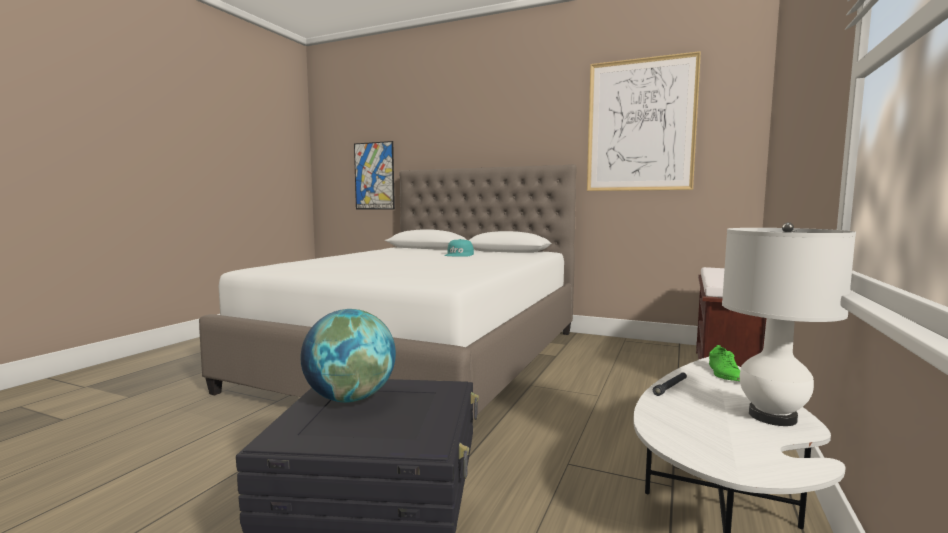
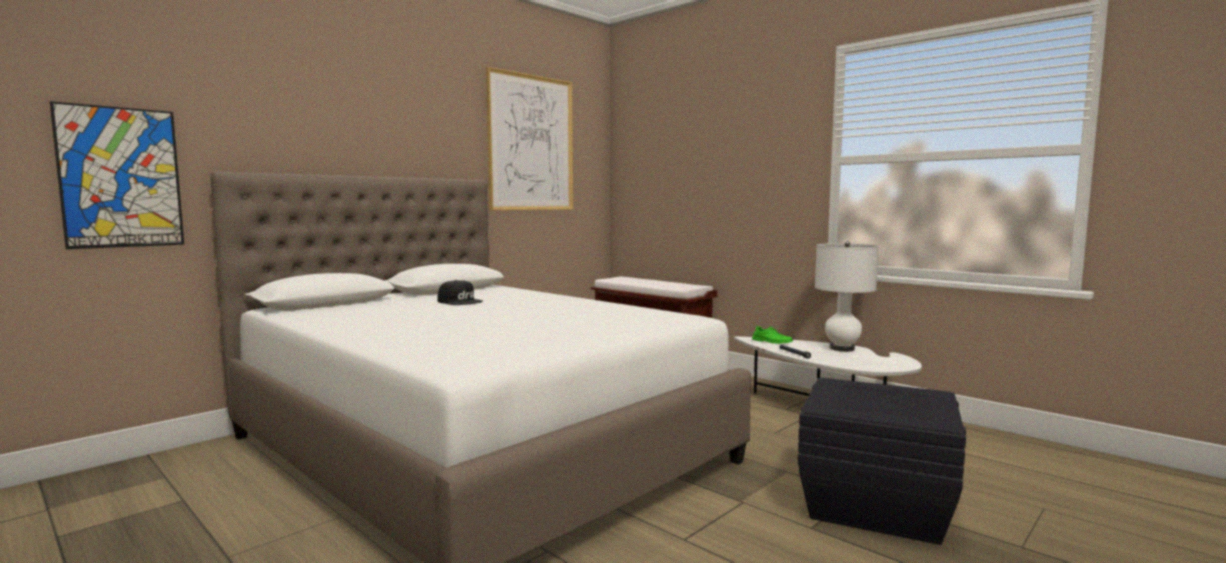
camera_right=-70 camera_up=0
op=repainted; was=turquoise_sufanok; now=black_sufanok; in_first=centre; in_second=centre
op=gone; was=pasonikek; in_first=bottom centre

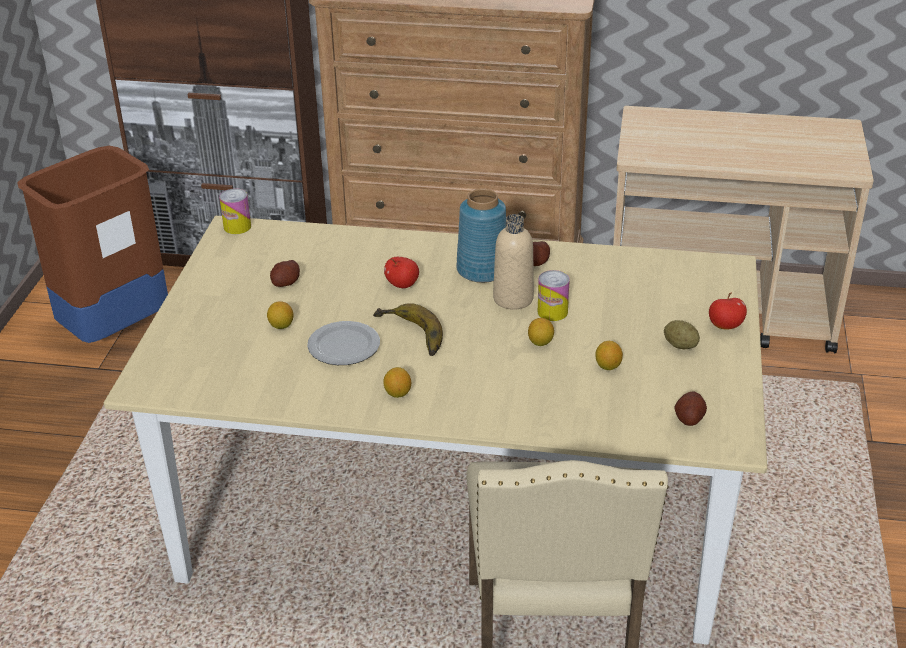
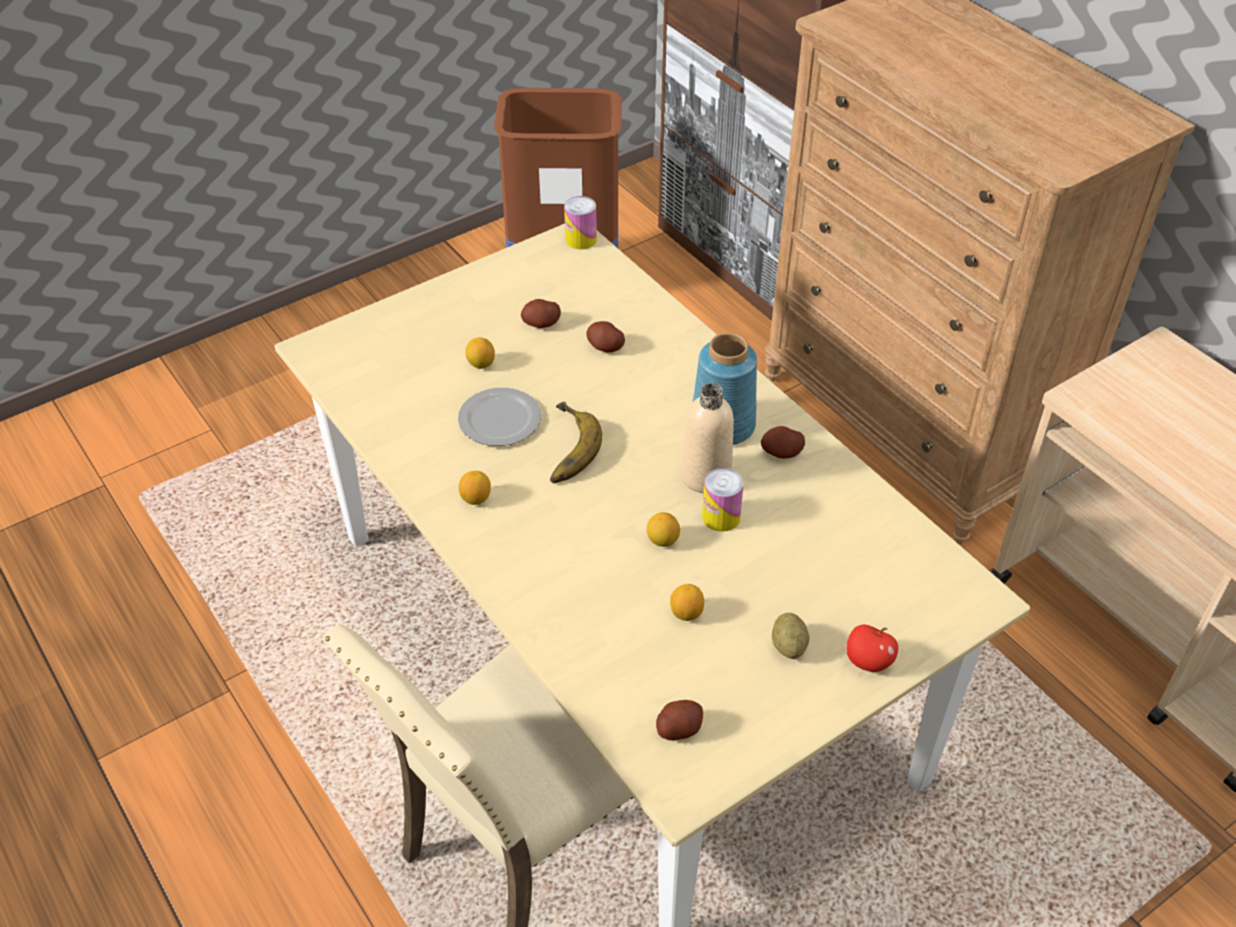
camera_right=45 camera_up=10
op=new; now=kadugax (no. 2 from left); in_second=centre
op=gone; was=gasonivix (no. 1 from left); in_first=centre

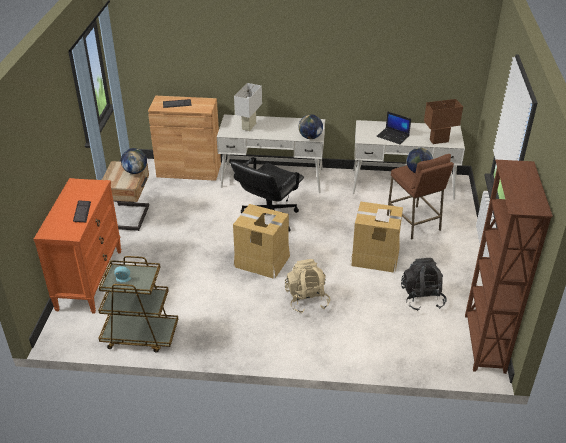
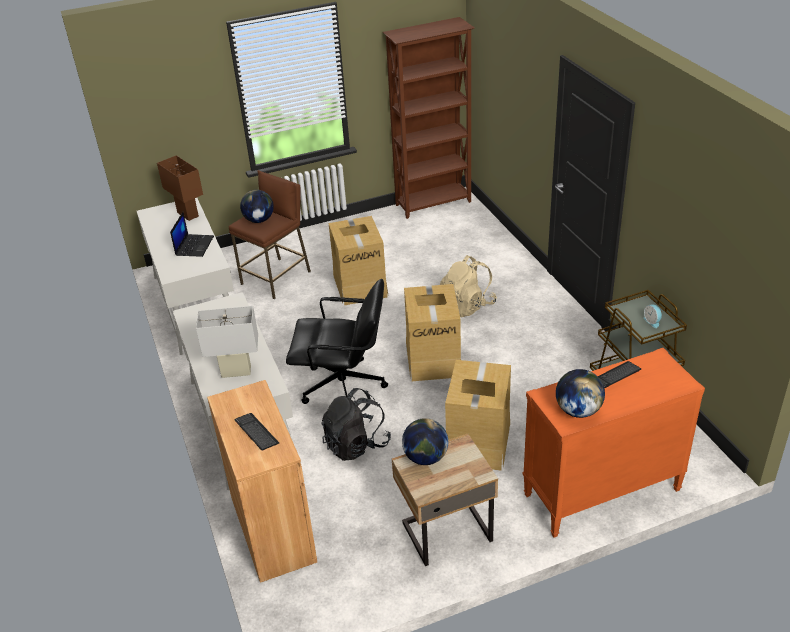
camera_right=-115 camera_up=0
op=shifted; was=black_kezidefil; in_first=middle right; in_second=bottom centre
op=new; now=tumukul (no. 3 from left); in_second=centre
op=shifted; was=pasonikek (no. 2 from left in the first image); now=pasonikek (no. 3 from left); in_first=top centre; in_second=middle right

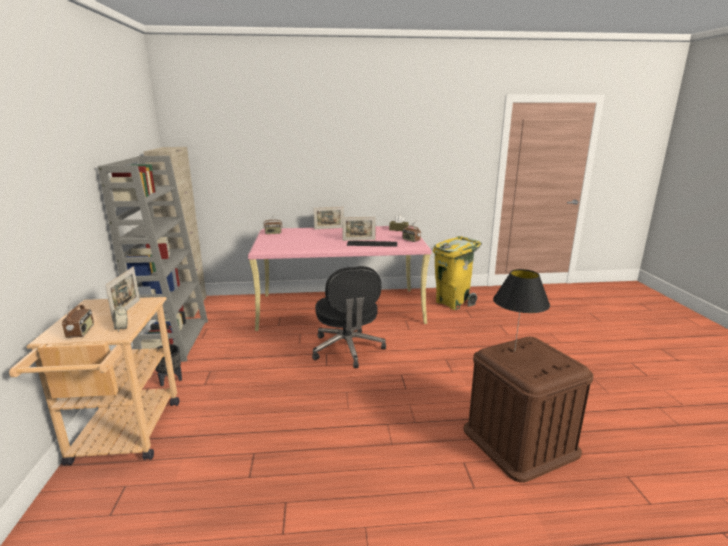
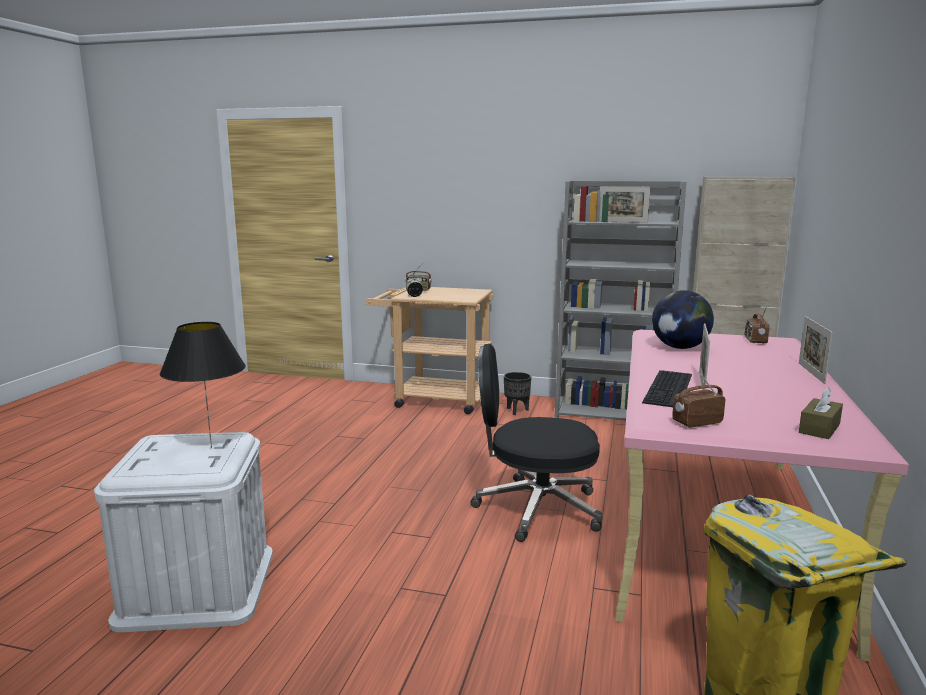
camera_right=110 camera_up=-5
op=repainted; was=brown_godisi; now=white_godisi; in_first=bottom right; in_second=bottom left
op=shifted; was=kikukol (no. 1 from left); in_first=middle left; in_second=top right
op=new; now=pasonikek; in_second=middle right

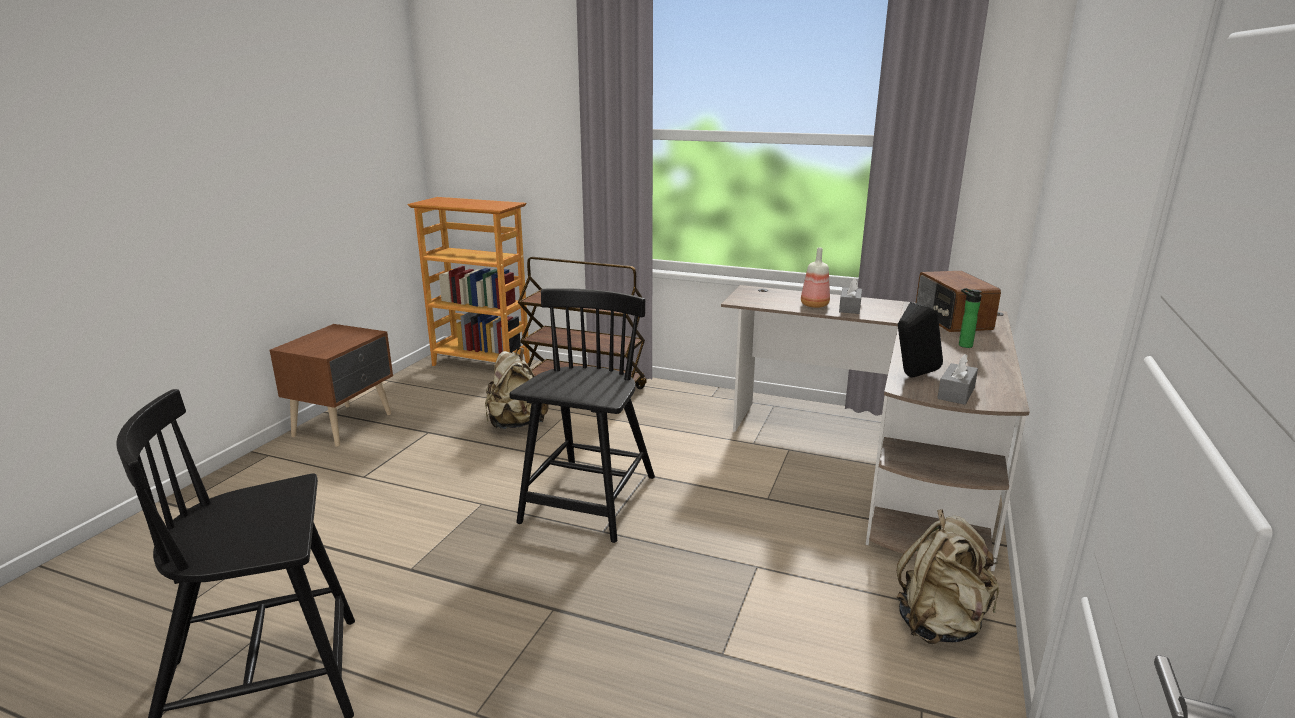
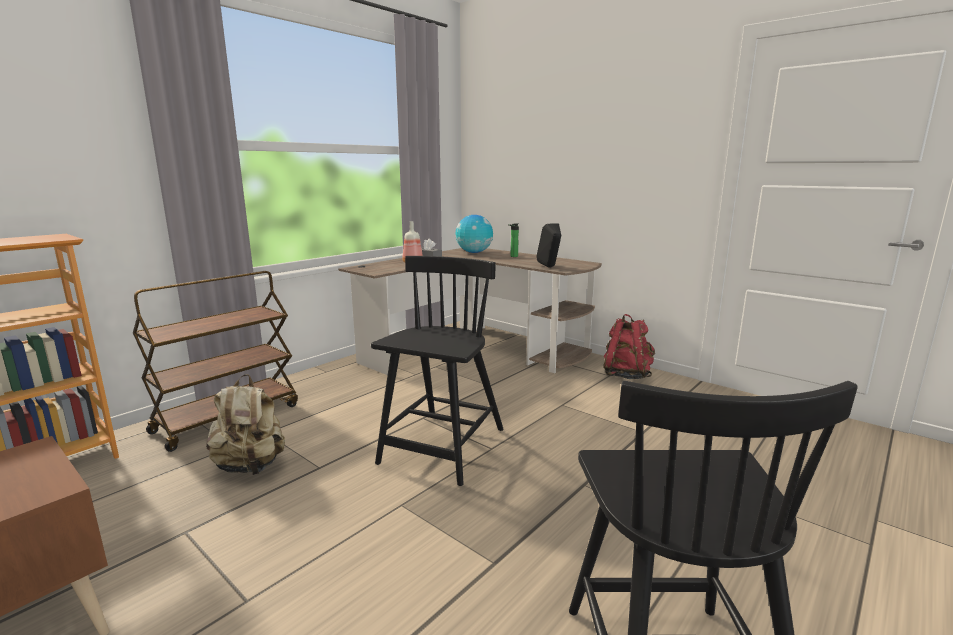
camera_right=-70 camera_up=-5
op=rotated; was=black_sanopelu (no. 2 from left in the first image); in_first=centre; in_second=centre; clockwise=75
op=swapped; was=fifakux; now=pasonikek; in_first=middle right; in_second=centre
op=repainted; was=beige_kezidefil (no. 2 from left); now=red_kezidefil; in_first=bottom right; in_second=centre
op=gone; was=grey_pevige (no. 2 from left); in_first=middle right

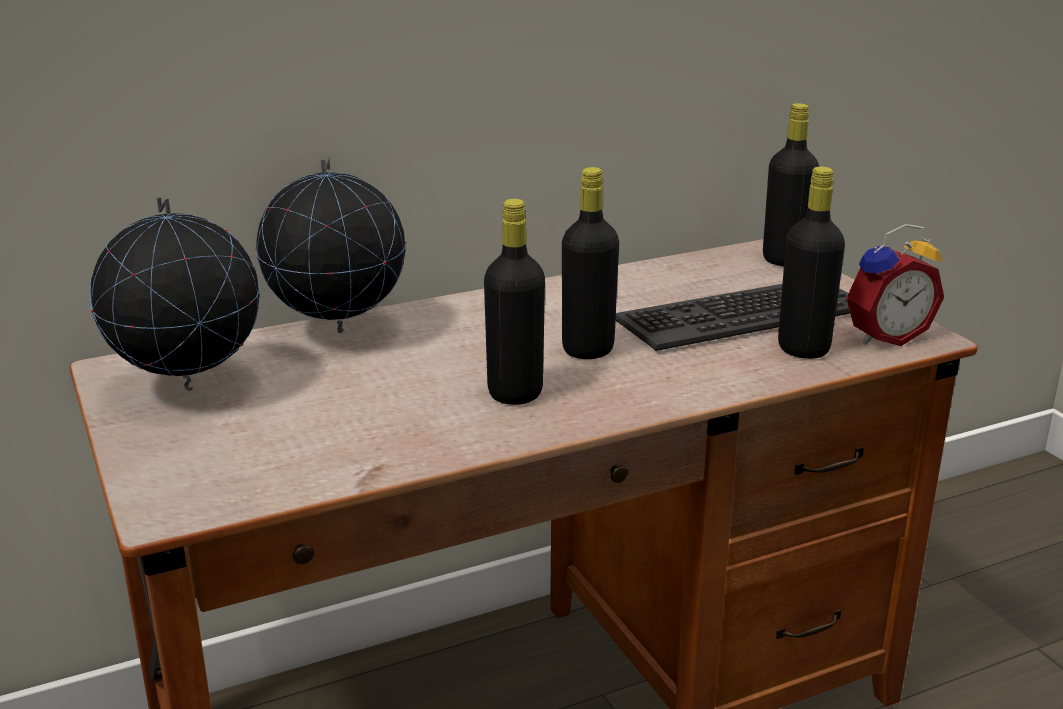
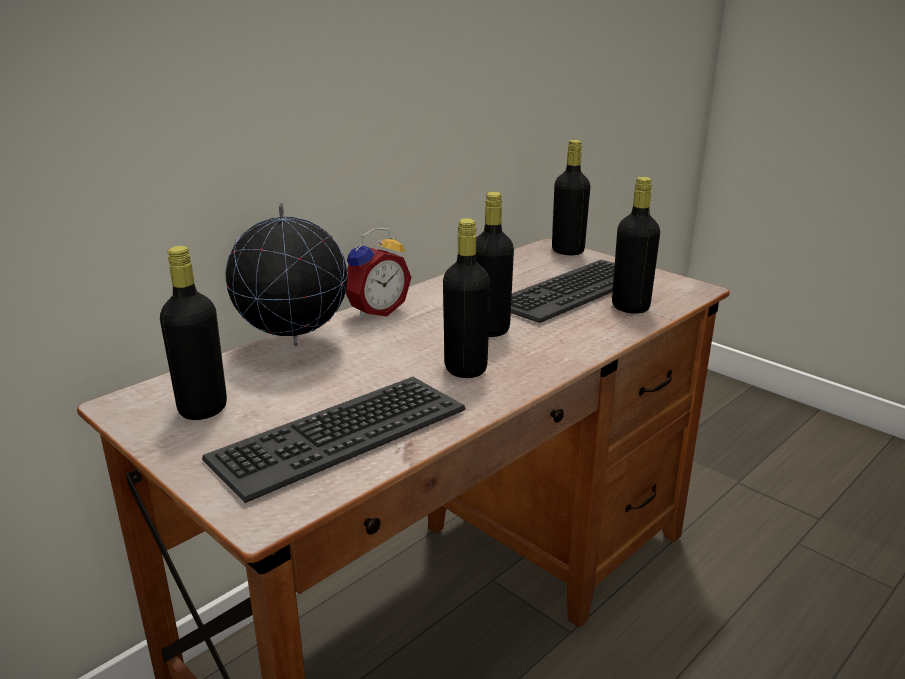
camera_right=-20 camera_up=0
op=swapped; was=pasonikek (no. 1 from left); now=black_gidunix (no. 1 from left); in_first=middle left; in_second=middle left
op=new; now=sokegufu (no. 1 from left); in_second=centre
op=shifted; was=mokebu; in_first=middle right; in_second=centre

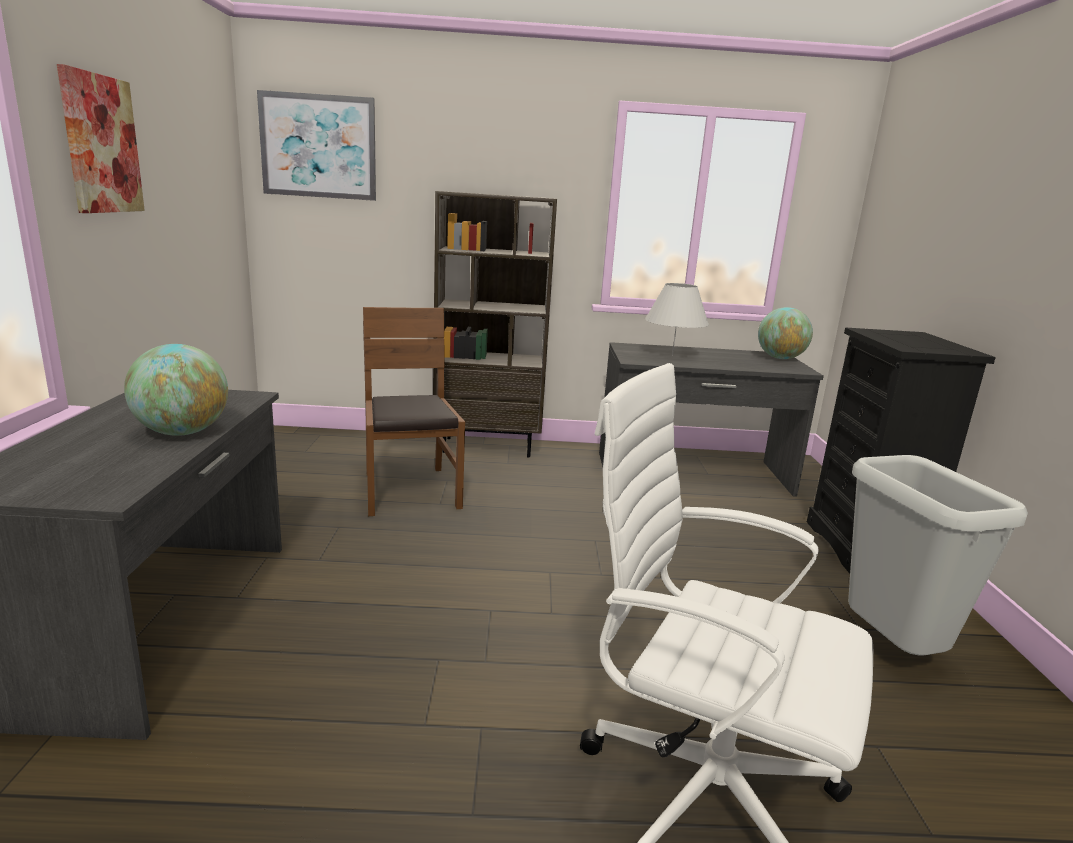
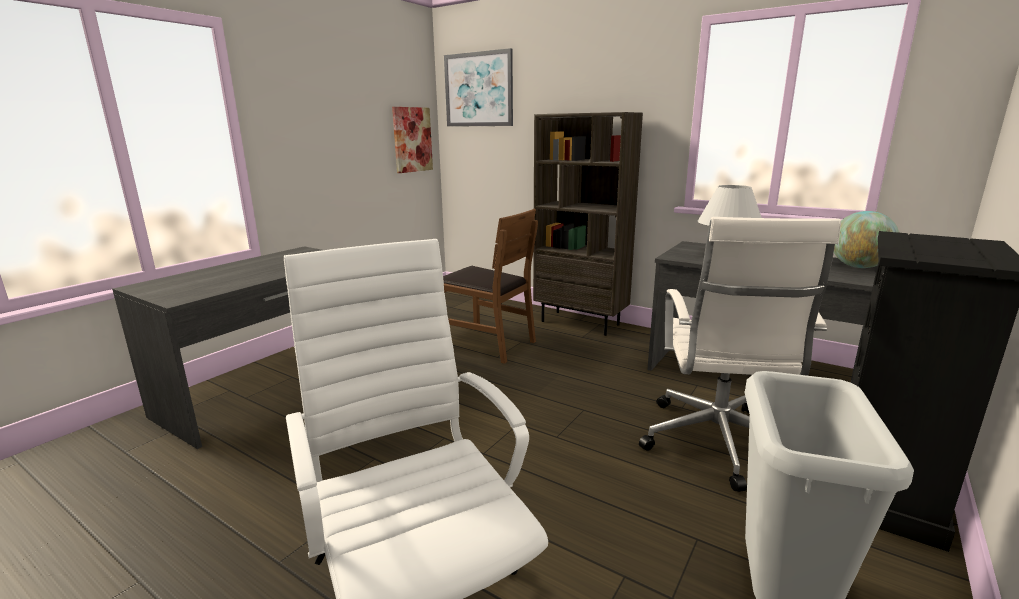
camera_right=35 camera_up=0
op=shifted; was=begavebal (no. 1 from left); in_first=top left; in_second=top centre
op=rotated; was=brown_sanopelu; in_first=centre; in_second=centre; clockwise=105
op=new; now=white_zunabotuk (no. 2 from left); in_second=middle right
op=gone; was=pasonikek (no. 1 from left); in_first=middle left

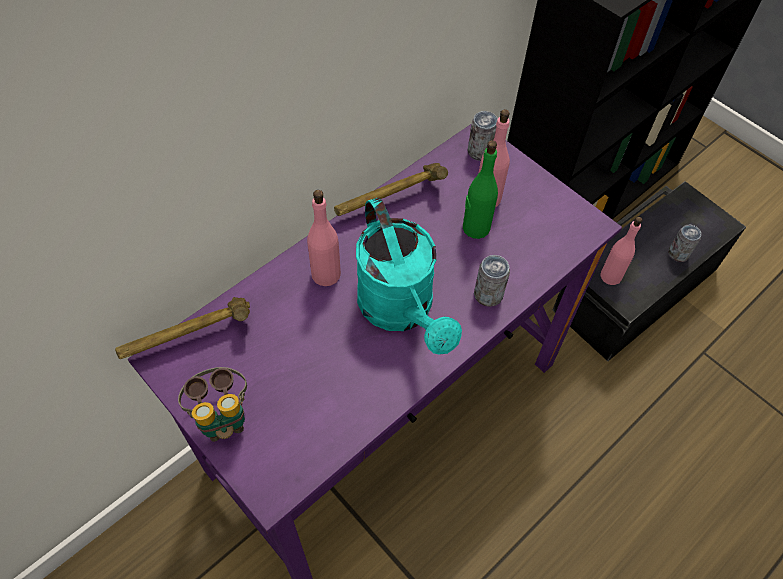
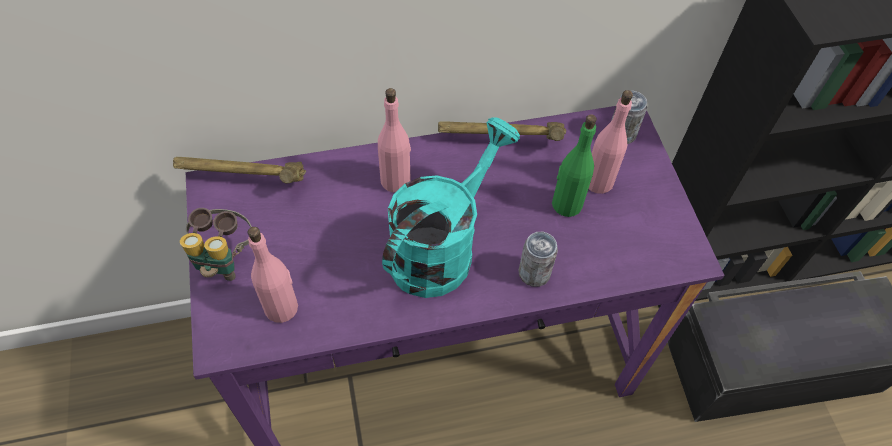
camera_right=30 camera_up=0
op=shifted; was=pink_gidunix (no. 3 from left in the first image); now=pink_gidunix (no. 1 from left); in_first=middle right; in_second=middle left
op=rotated; was=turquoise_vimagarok; in_first=centre; in_second=centre; clockwise=-150
op=gone; was=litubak (no. 3 from left); in_first=middle right

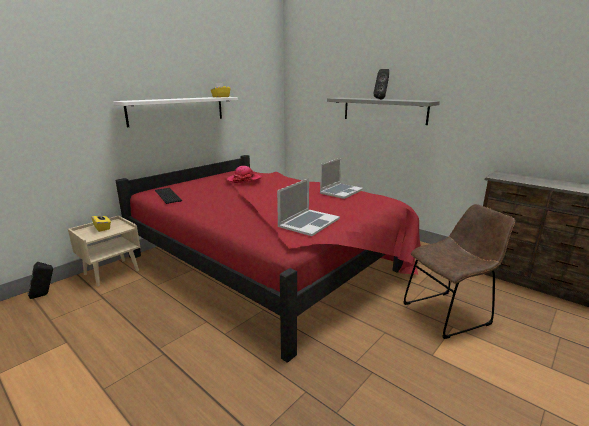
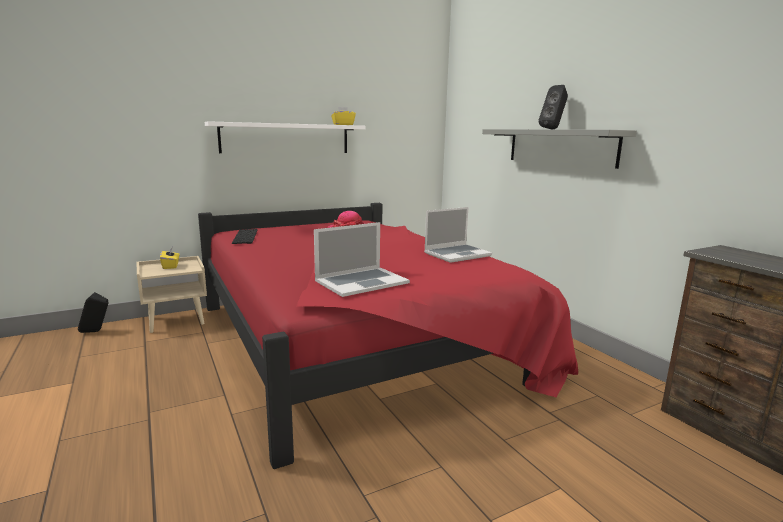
camera_right=20 camera_up=-5
op=gone; was=brown_sanopelu; in_first=middle right

